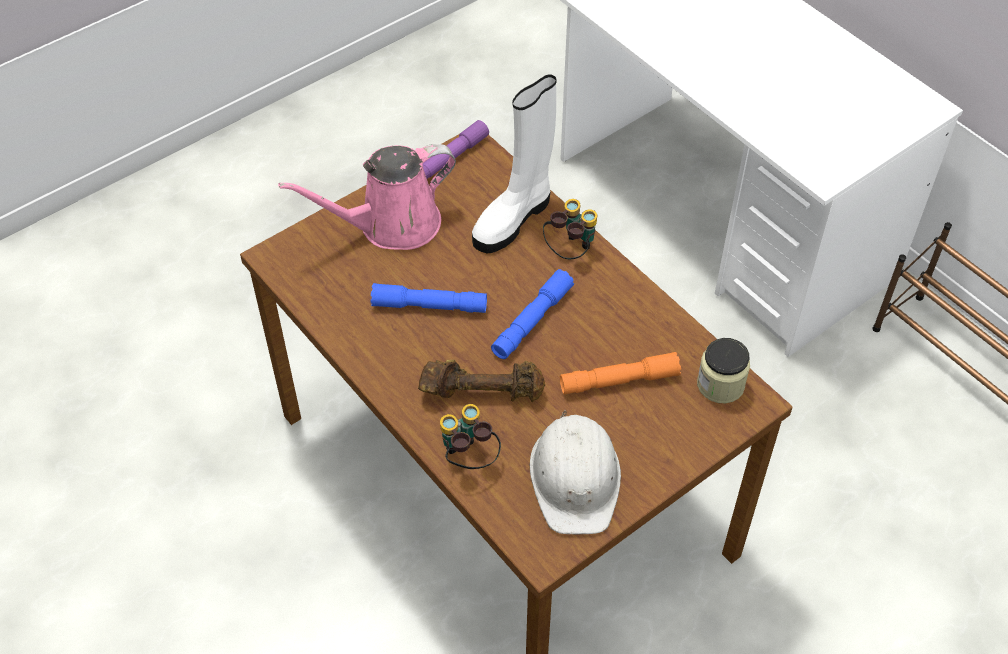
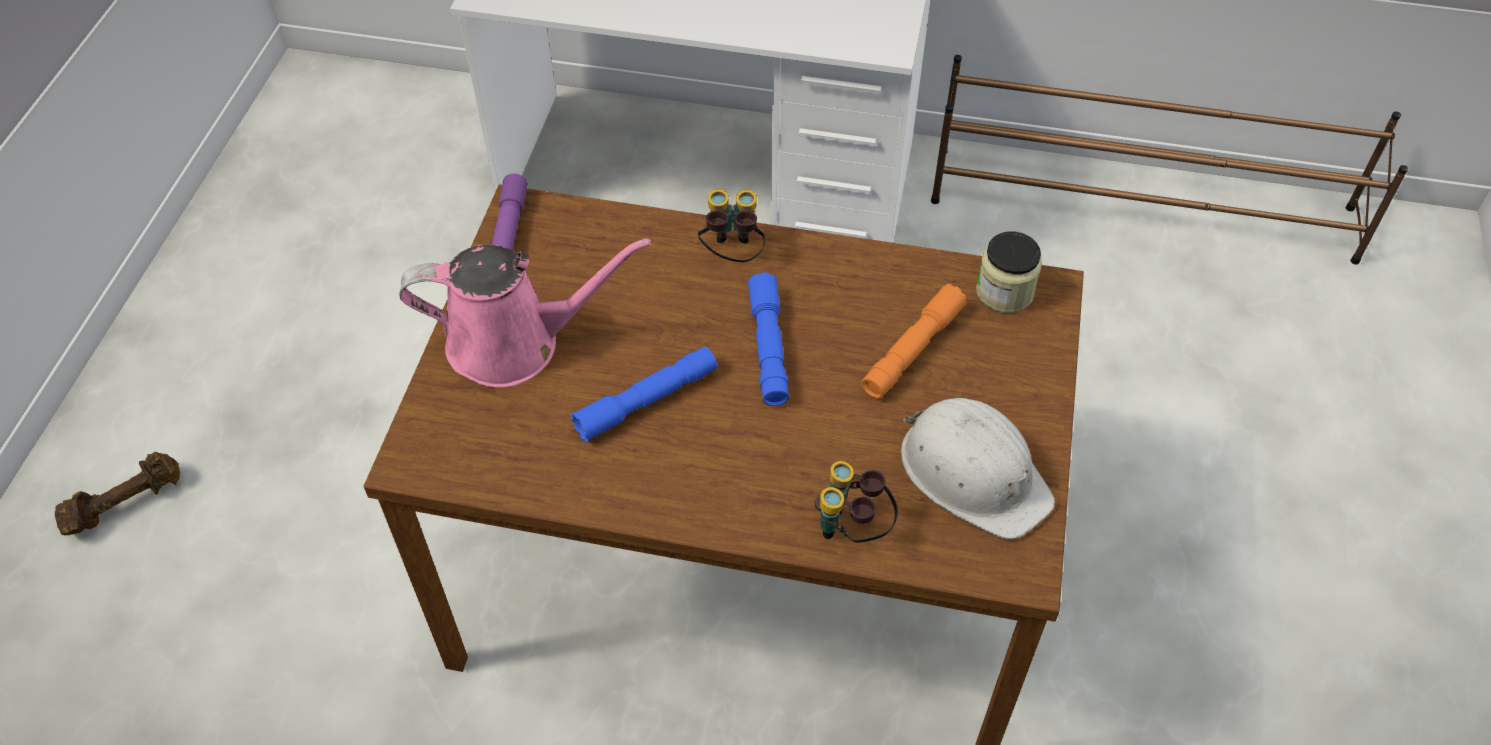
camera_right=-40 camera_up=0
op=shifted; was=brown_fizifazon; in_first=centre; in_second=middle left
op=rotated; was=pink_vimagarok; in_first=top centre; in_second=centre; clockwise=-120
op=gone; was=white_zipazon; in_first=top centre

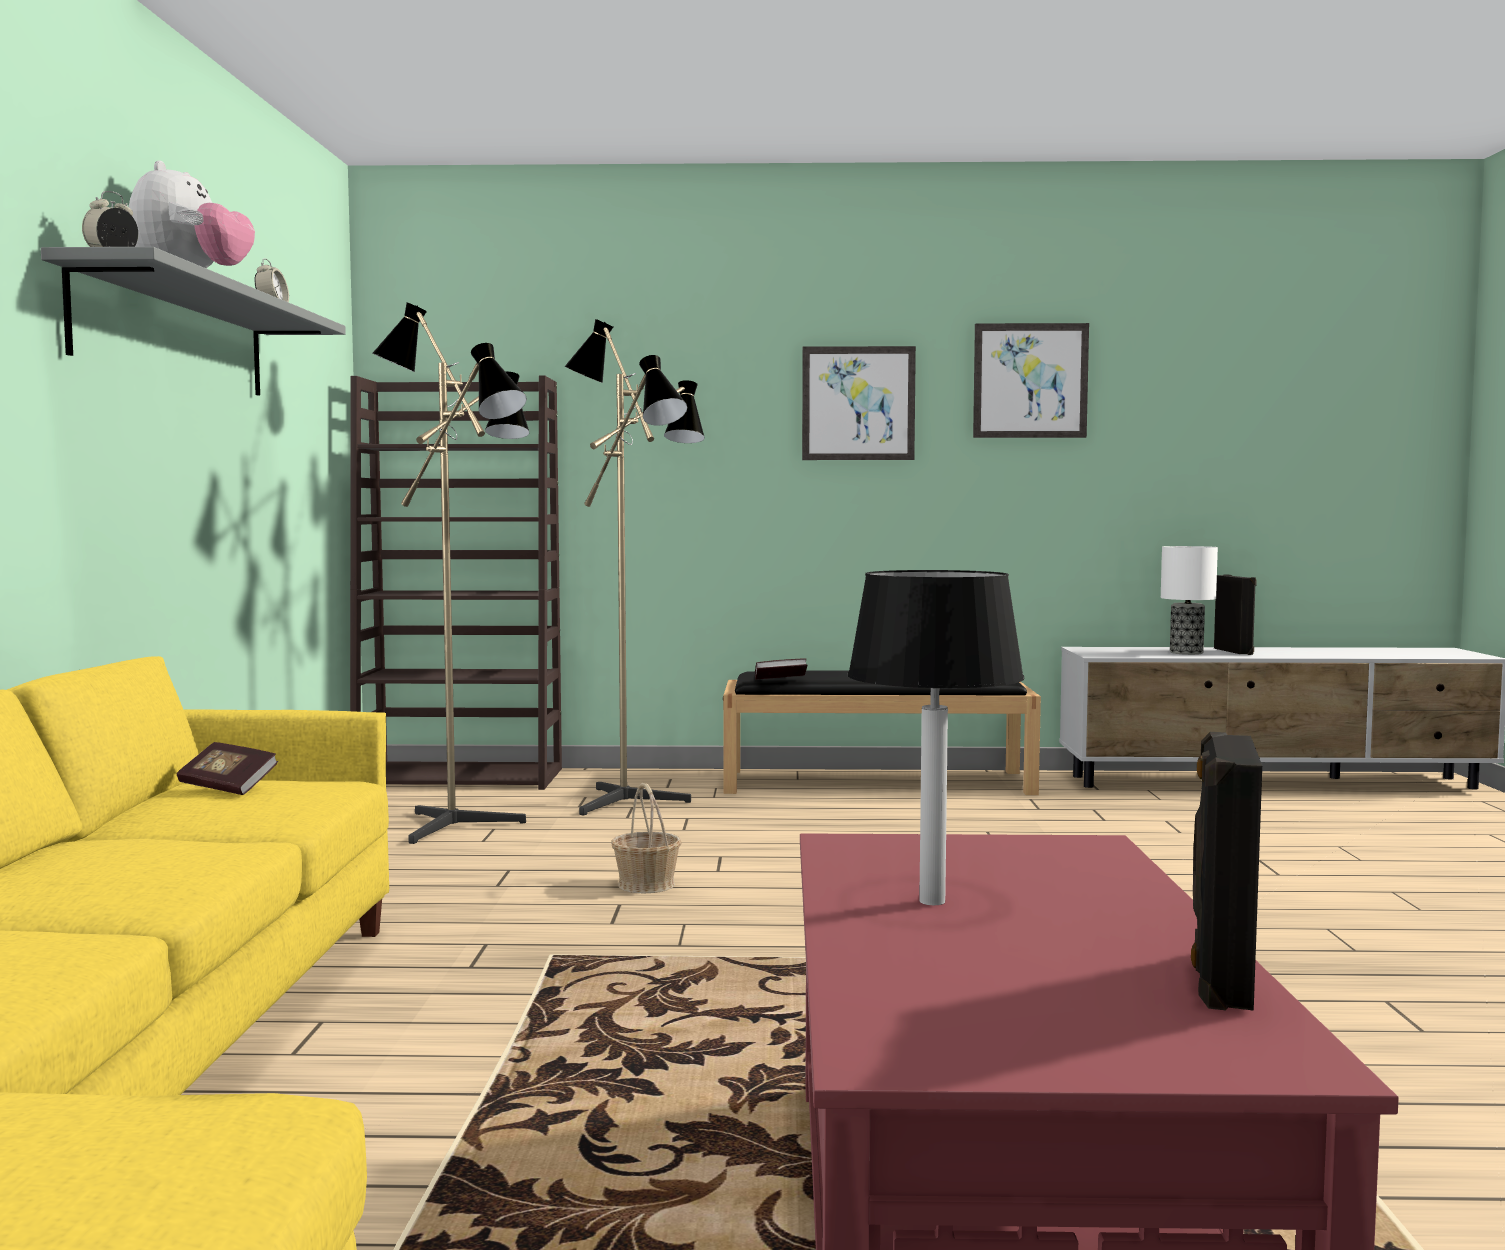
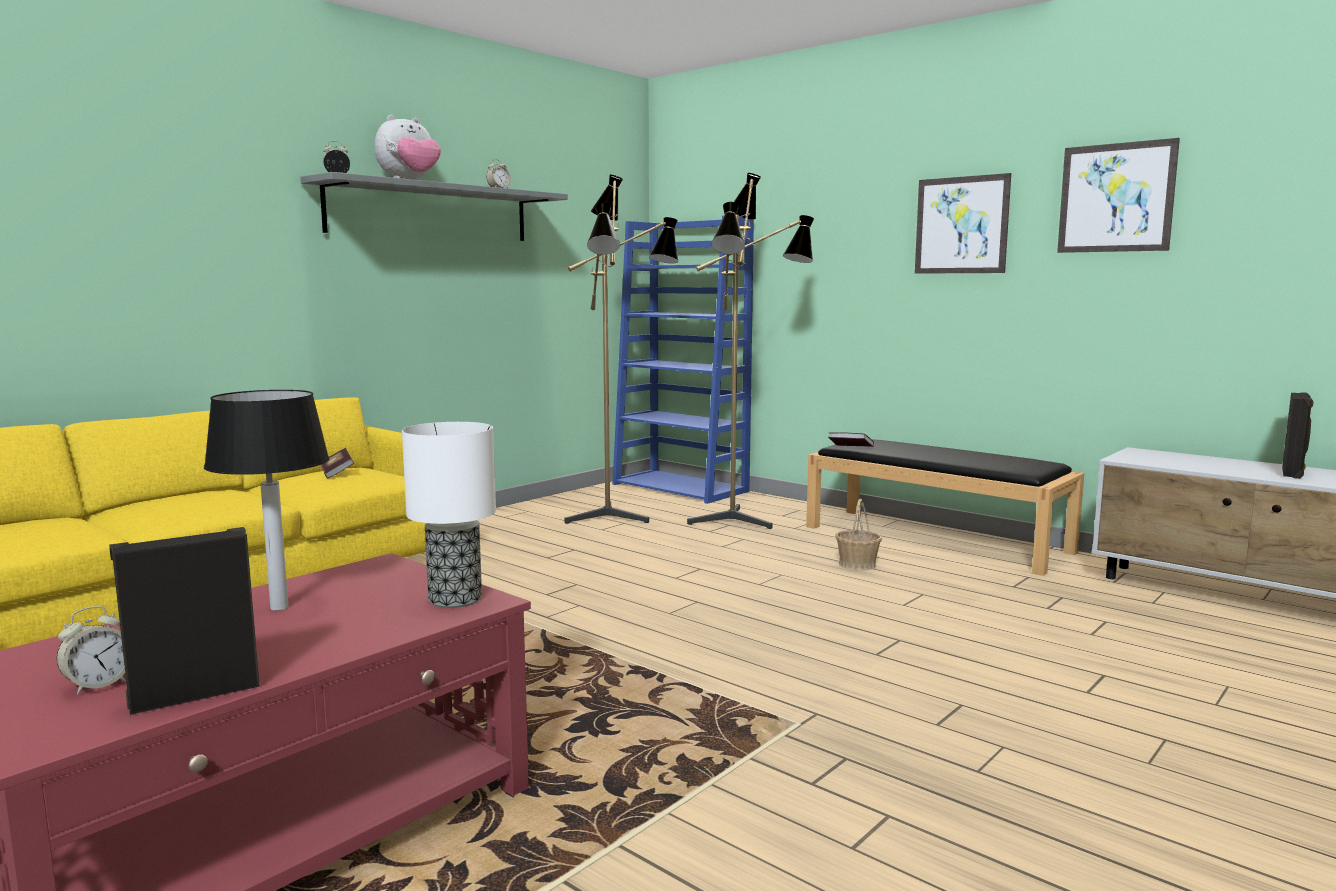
camera_right=40 camera_up=5
op=new; now=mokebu (no. 1 from left); in_second=bottom left
op=shifted; was=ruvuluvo (no. 2 from left); in_first=middle right; in_second=centre
op=repainted; was=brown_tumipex; now=blue_tumipex; in_first=middle left; in_second=centre
op=shifted; was=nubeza; in_first=bottom centre; in_second=centre

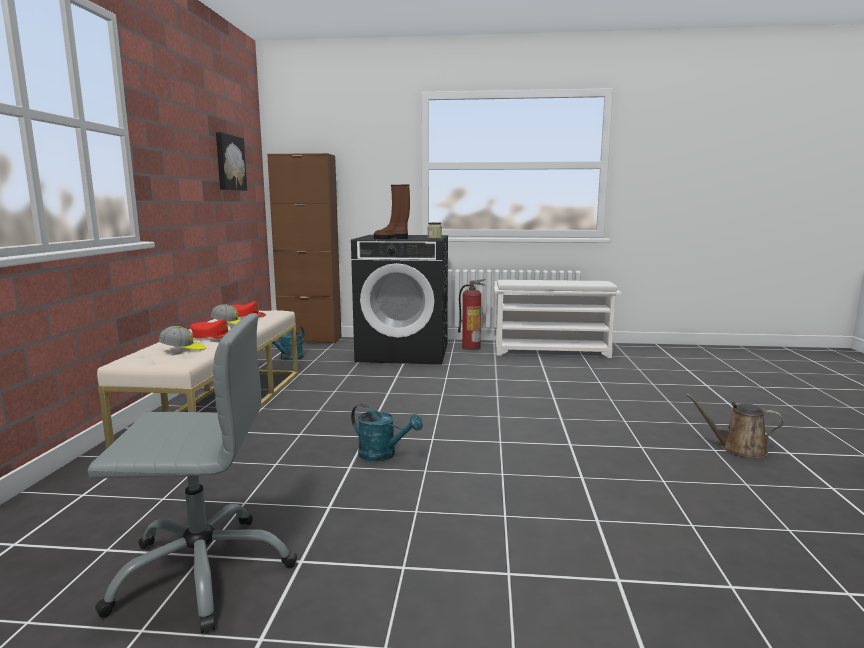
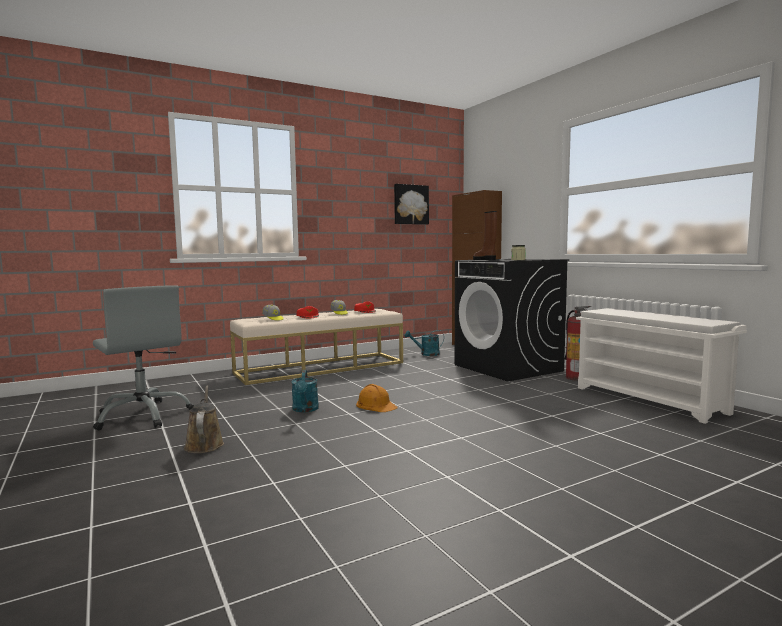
camera_right=55 camera_up=-5
op=shifted; was=brown_vimagarok; in_first=middle right; in_second=bottom left
op=new; now=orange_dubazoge; in_second=centre

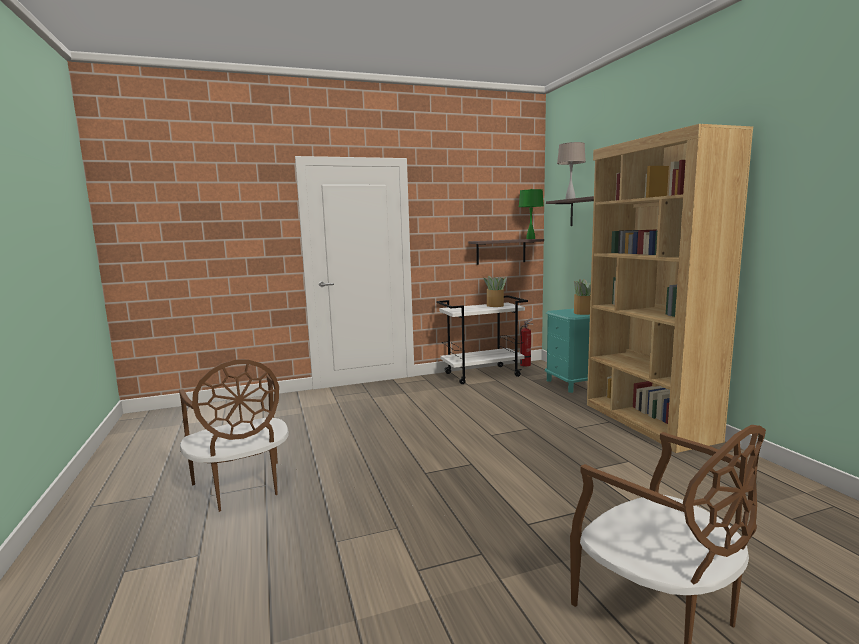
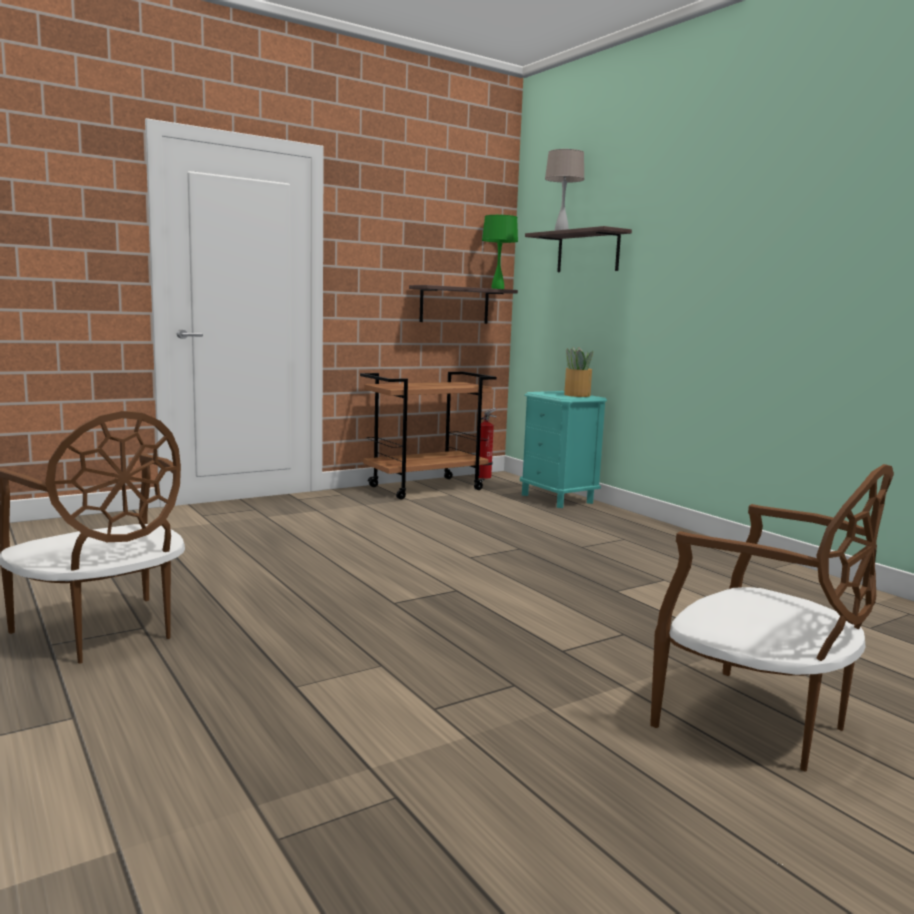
camera_right=-15 camera_up=0
op=repainted; was=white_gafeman; now=brown_gafeman; in_first=centre; in_second=centre
op=gone; was=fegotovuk (no. 1 from left); in_first=centre
op=gone; was=brown_tumipex; in_first=middle right

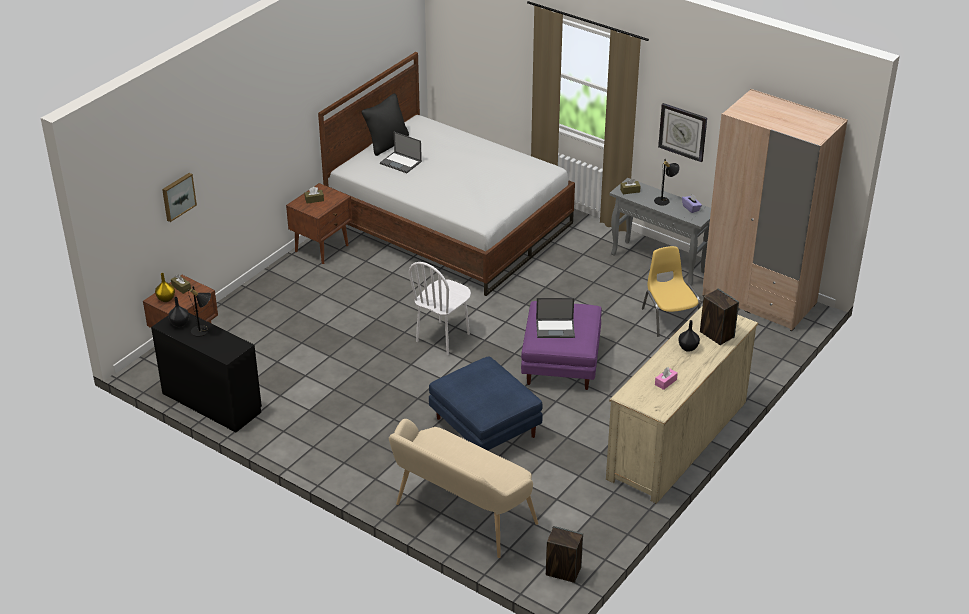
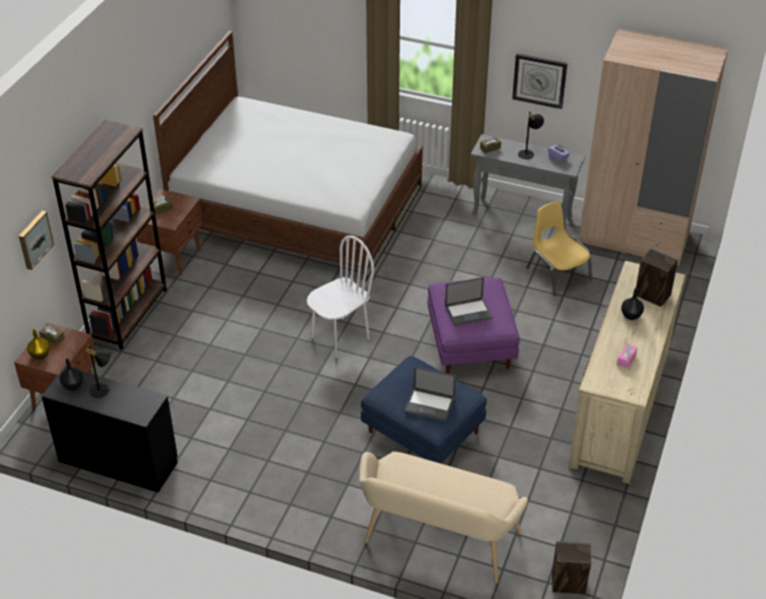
camera_right=-15 camera_up=5
op=new; now=brown_tumipex; in_second=middle left
op=rotated; was=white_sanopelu; in_first=centre; in_second=centre; clockwise=-150
op=shifted; was=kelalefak (no. 1 from left); in_first=top centre; in_second=centre
op=gone; was=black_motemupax; in_first=top centre

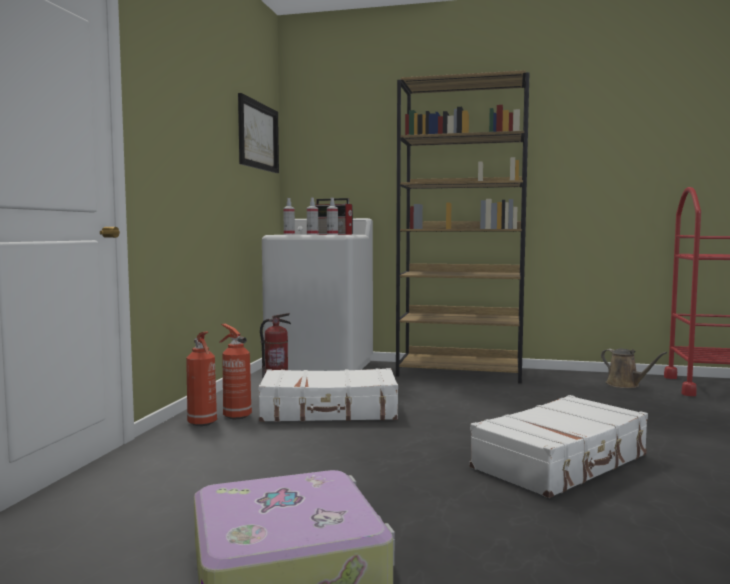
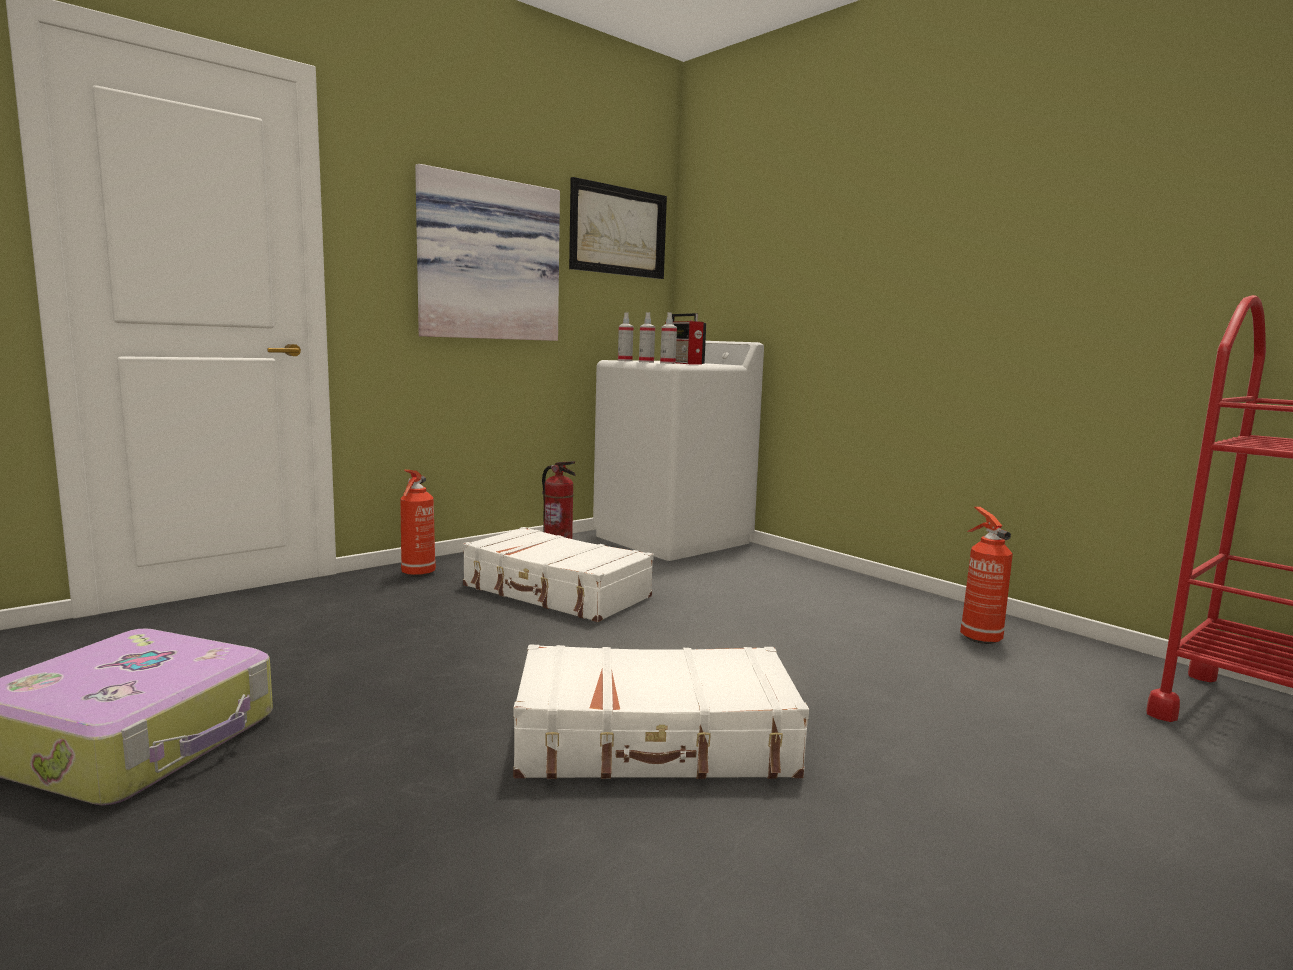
camera_right=35 camera_up=5
op=new; now=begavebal (no. 1 from left); in_second=top centre
op=shifted; was=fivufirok (no. 2 from left in the first image); now=fivufirok (no. 3 from left); in_first=middle left; in_second=middle right
op=gone; was=brown_tumipex; in_first=centre
op=gone; was=brown_vimagarok; in_first=middle right

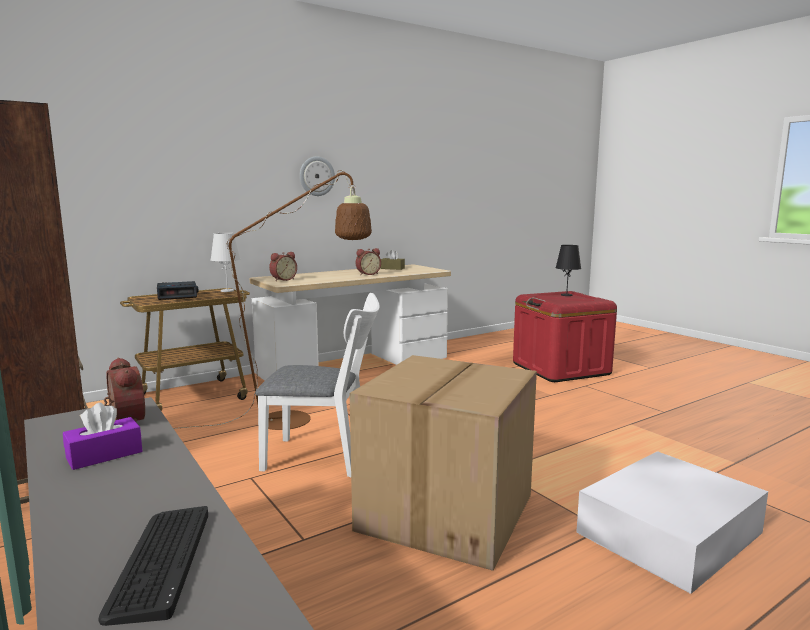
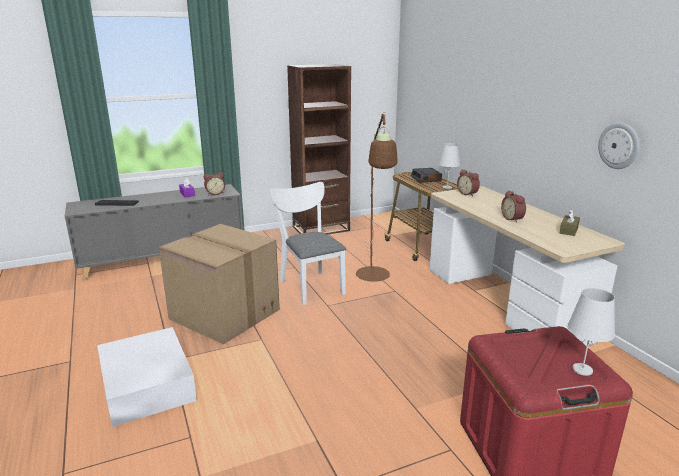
camera_right=100 camera_up=10
op=rotated; was=white_sanopelu; in_first=centre; in_second=centre; clockwise=135
op=repainted; was=black_ruvuluvo; now=white_ruvuluvo (no. 2 from left); in_first=middle right; in_second=bottom right
op=shifted; was=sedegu; in_first=top centre; in_second=top right

